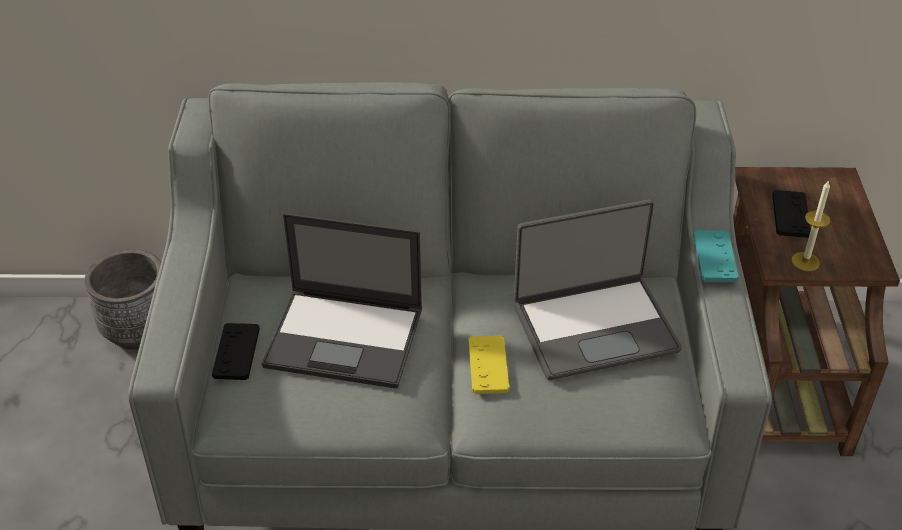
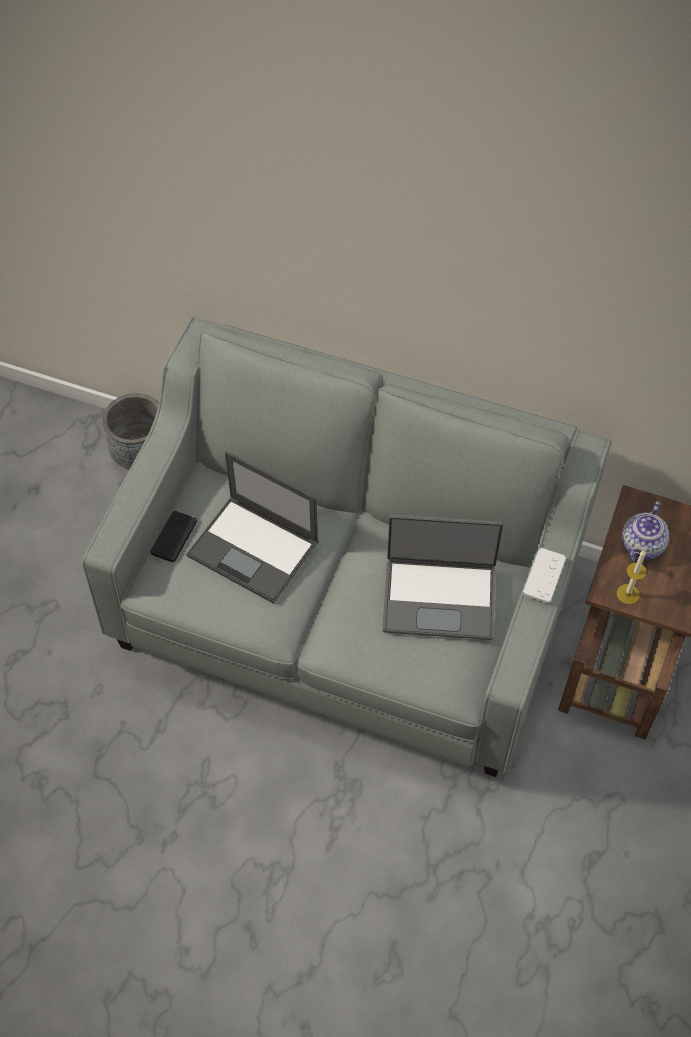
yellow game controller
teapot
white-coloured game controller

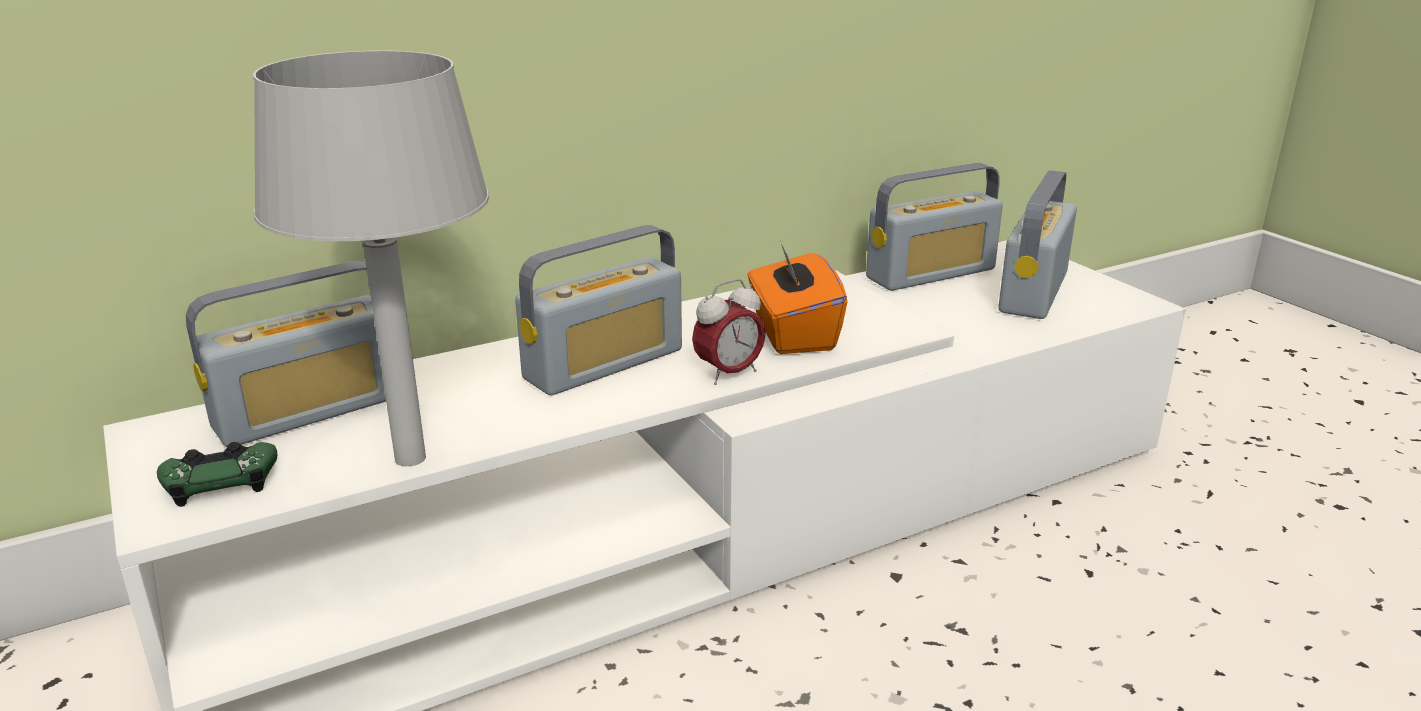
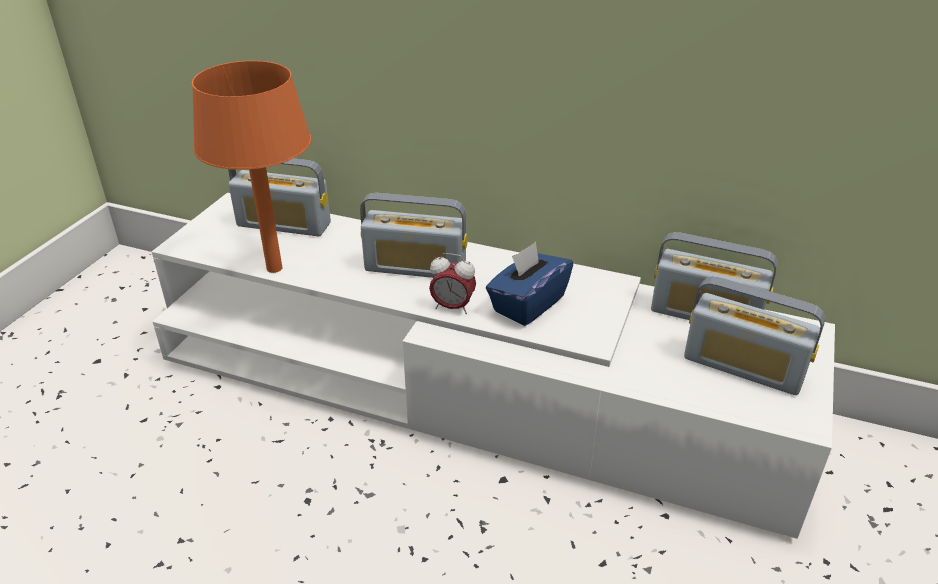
green game controller
orangey tabletop lamp
blue-coloured tissue holder
radio receiver (no. 4 from left)

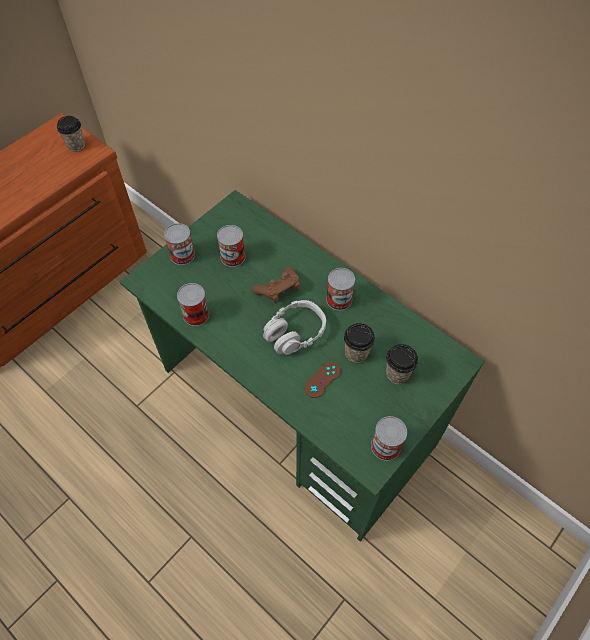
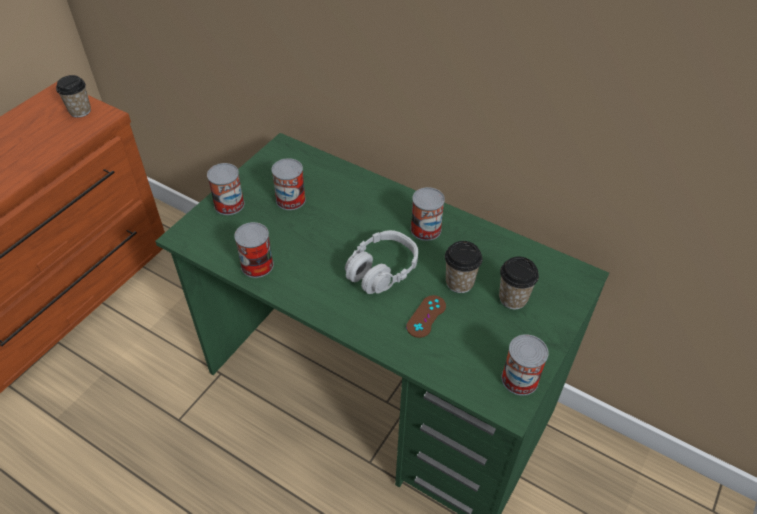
brownish game controller (no. 1 from left in the first image)

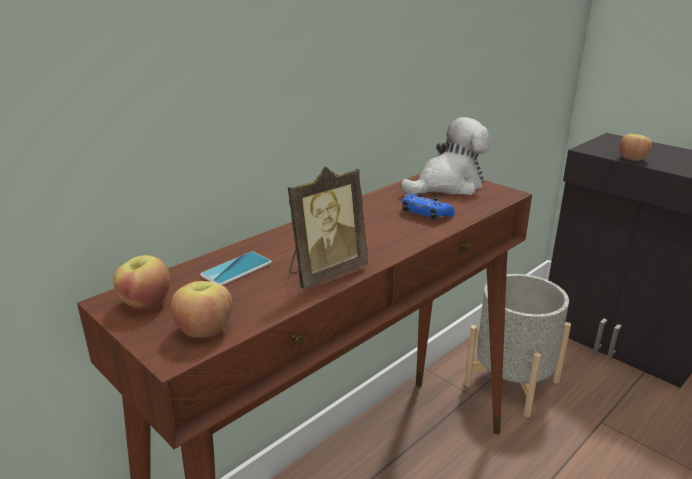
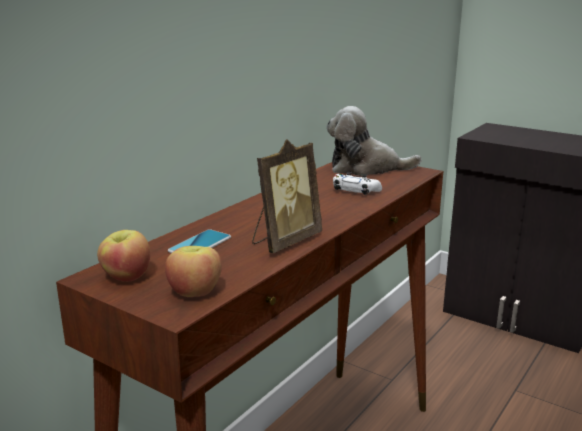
greyish plant pot
whole apple (no. 3 from left in the first image)
white-coloured game controller
cuddly toy

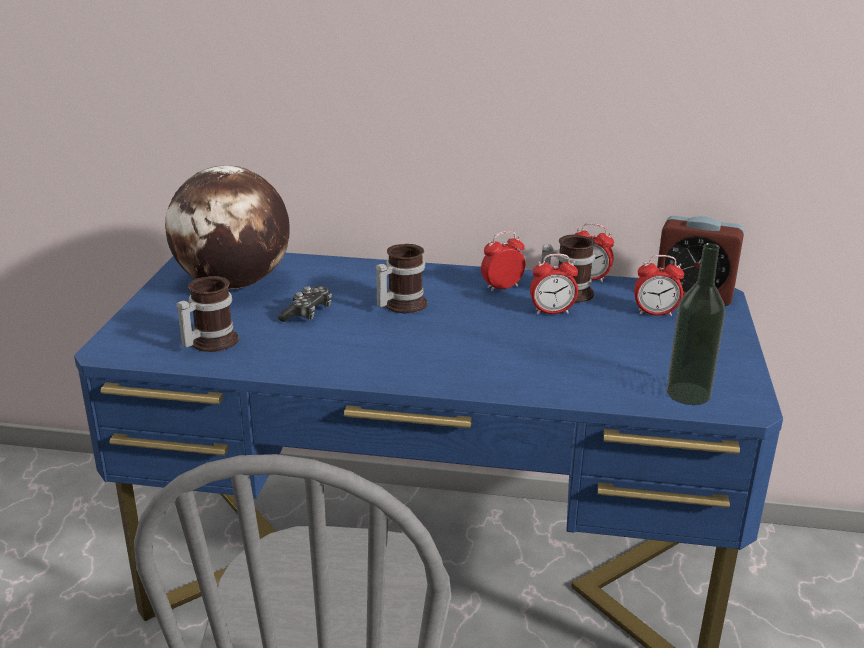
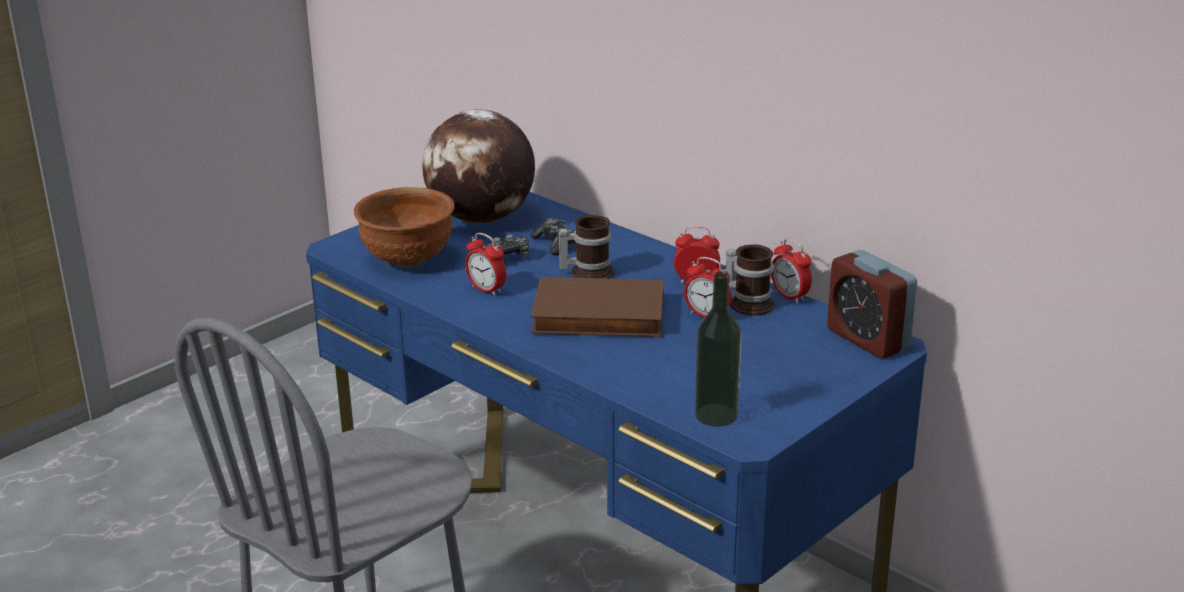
game controller (no. 2 from left)
brownish bound book
bedside clock (no. 1 from left)
brownish serving bowl

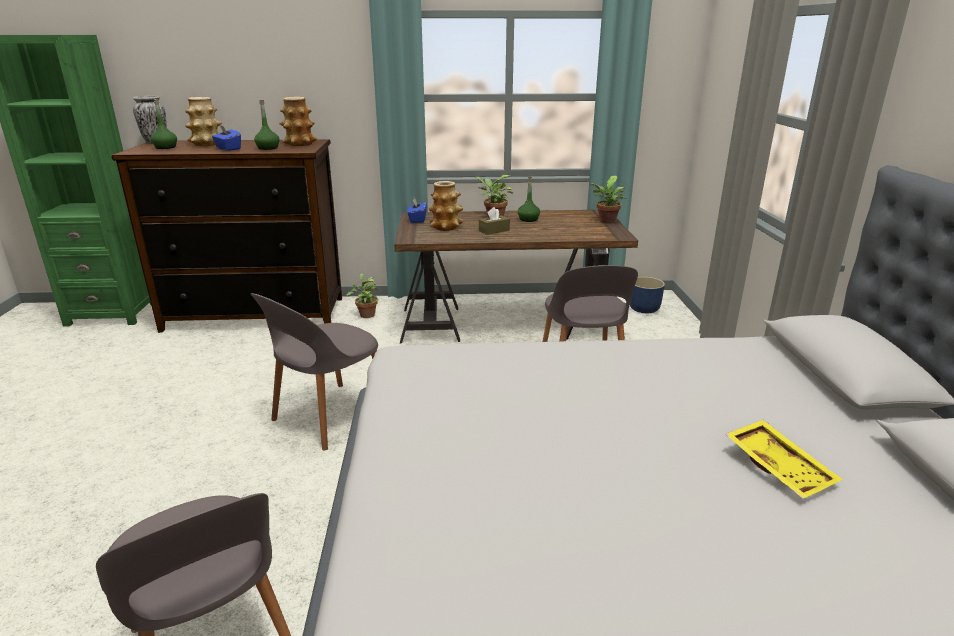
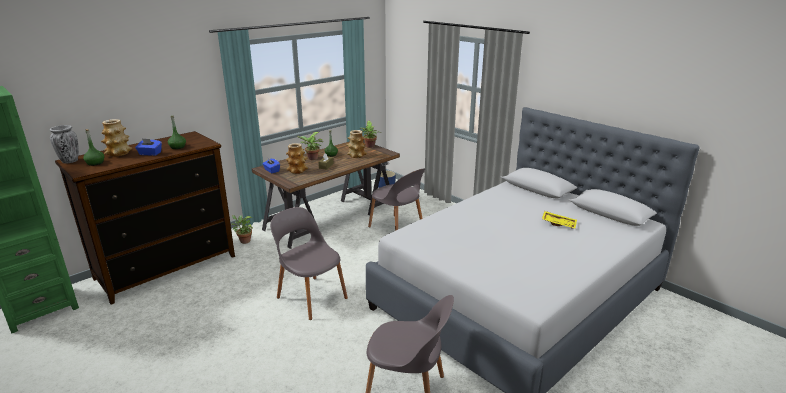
decorative vase (no. 4 from left)
greyish upright chair (no. 1 from left)

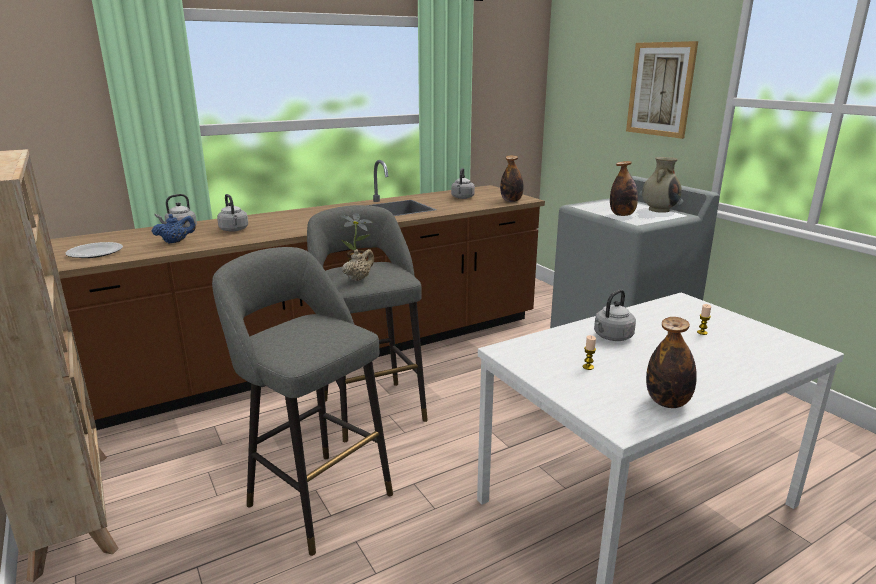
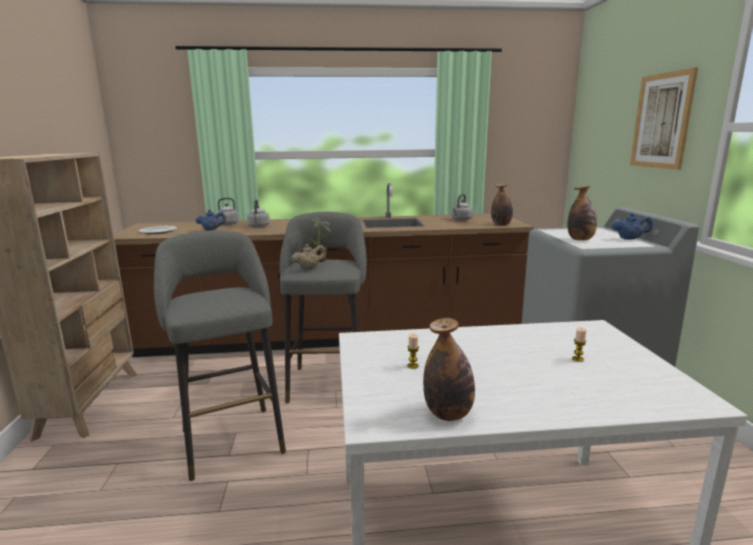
greyish tea kettle (no. 4 from left in the first image)
blue-coloured teapot (no. 2 from left)

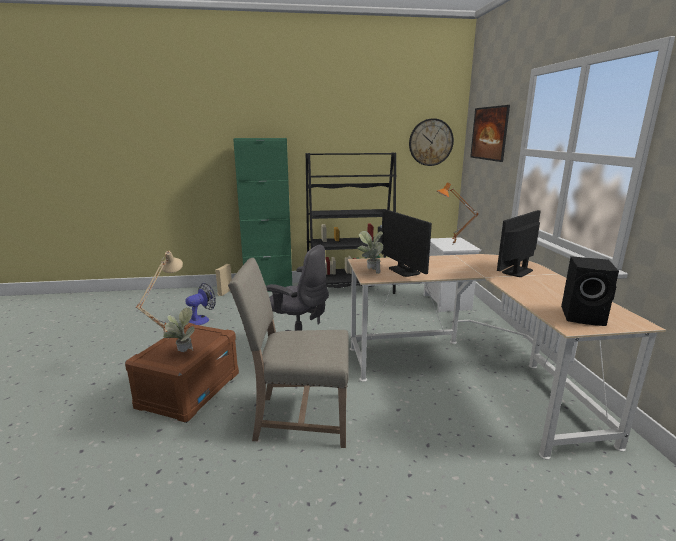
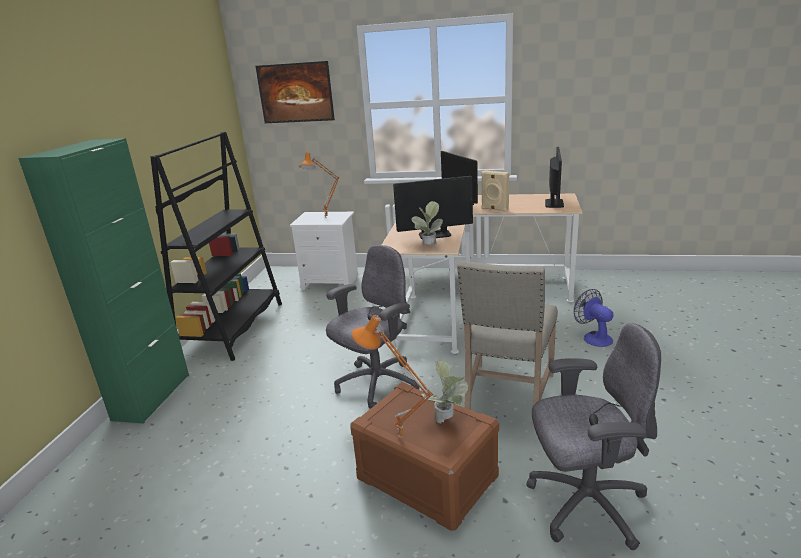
clock on the wall
greyish office chair (no. 2 from left)
electric fan
beige-coloured speaker
computer screen (no. 3 from left)
orangey tabletop lamp (no. 2 from left)

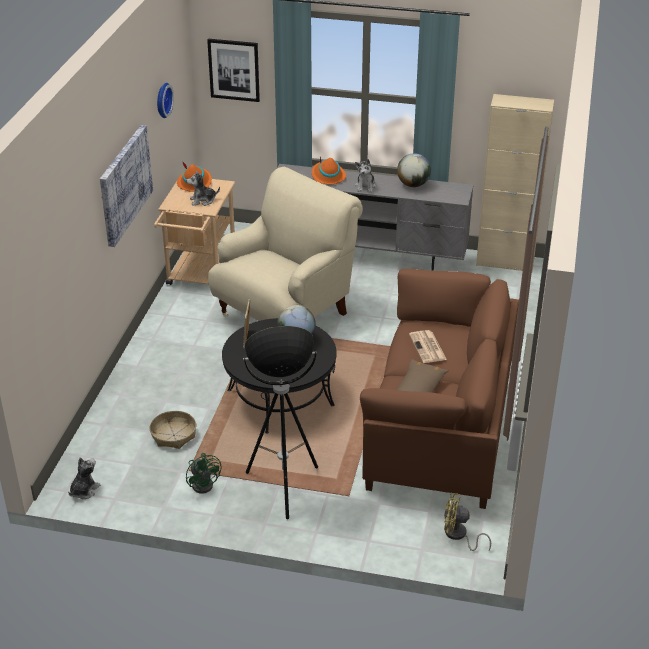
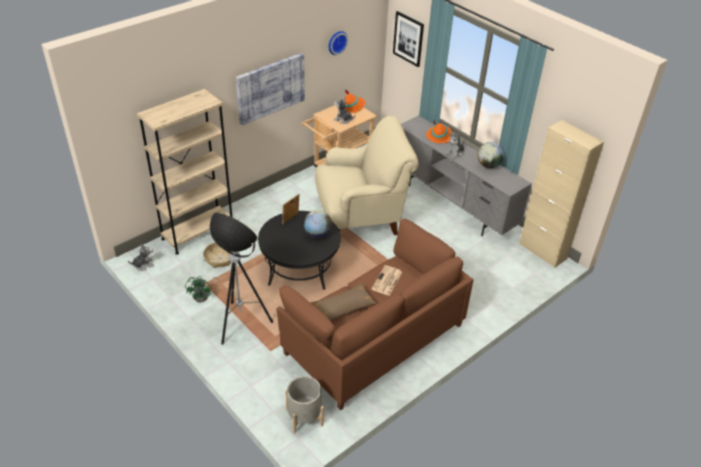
beige-coloured bookshelf
greyish plant pot

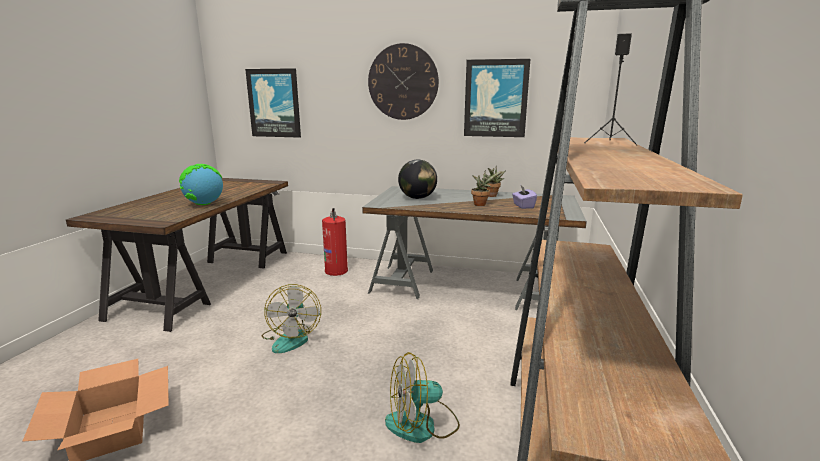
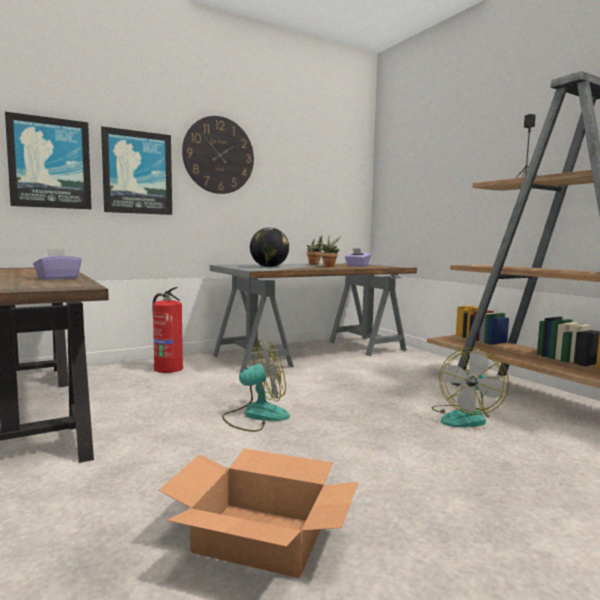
wall picture (no. 2 from left)
purple-coloured tissue holder (no. 1 from left)
electric fan (no. 1 from left)

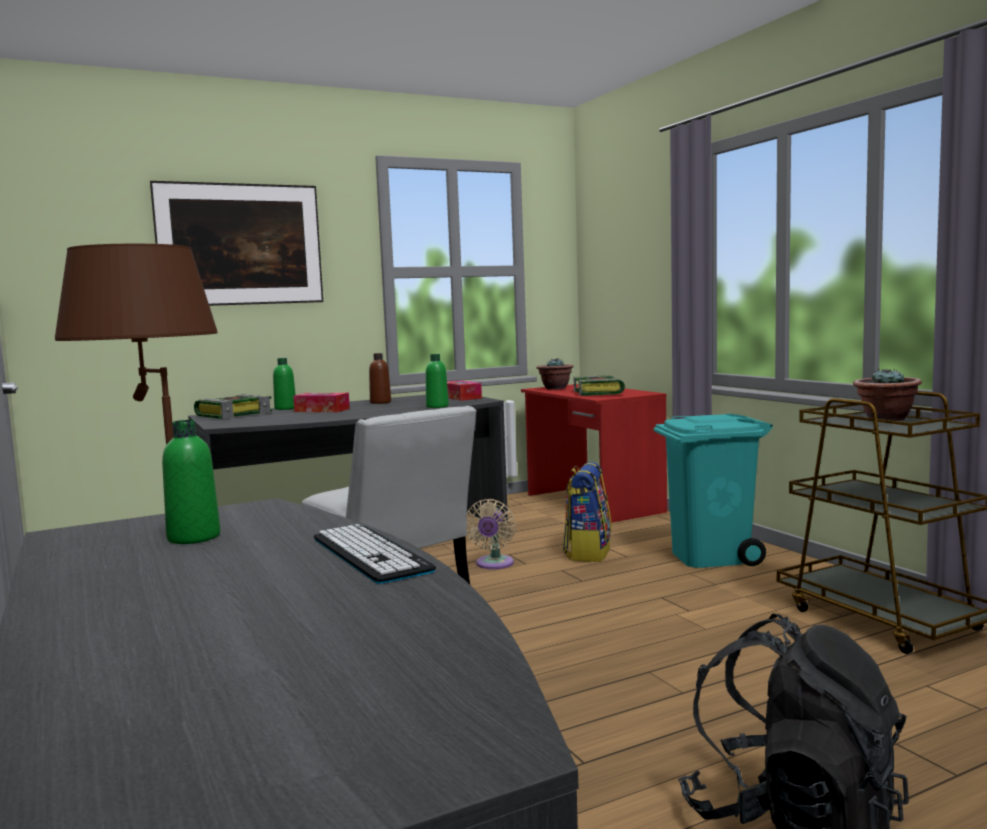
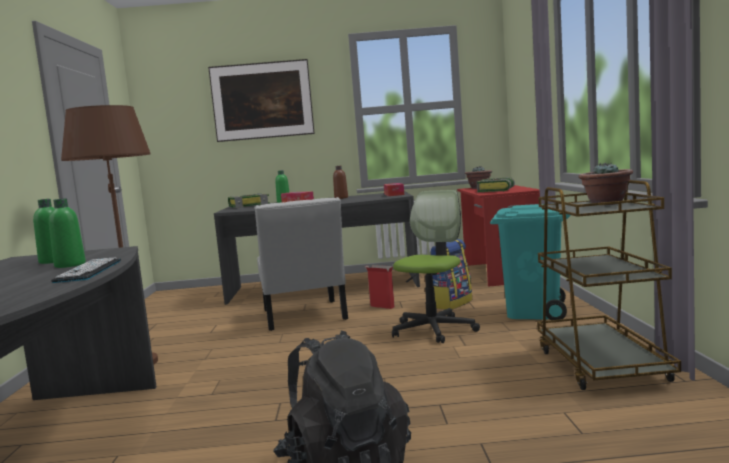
office chair
green beverage bottle (no. 2 from left)
cardboard box

